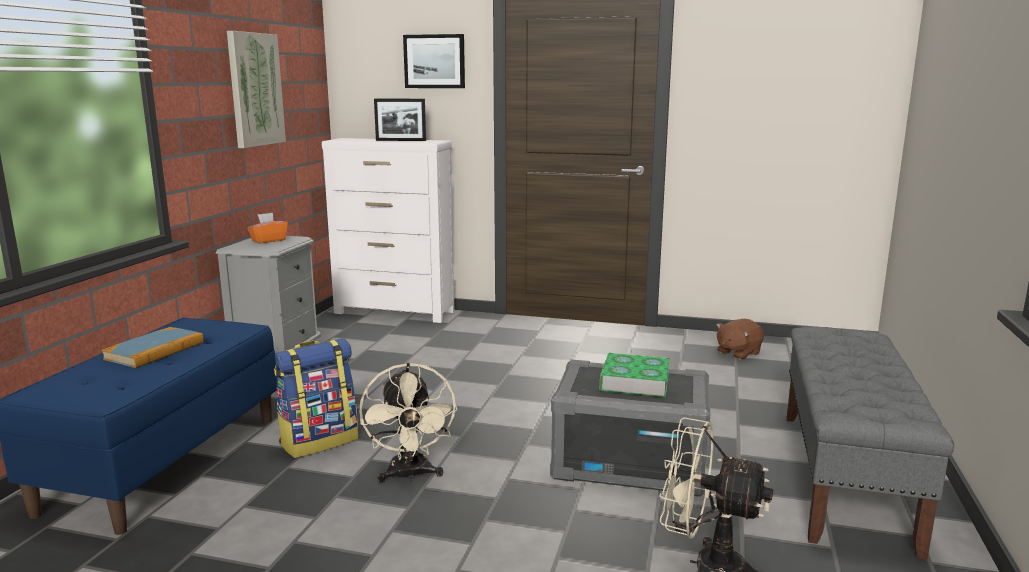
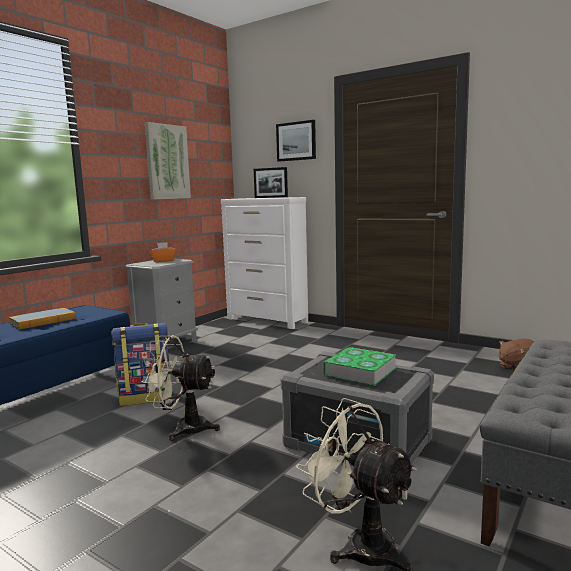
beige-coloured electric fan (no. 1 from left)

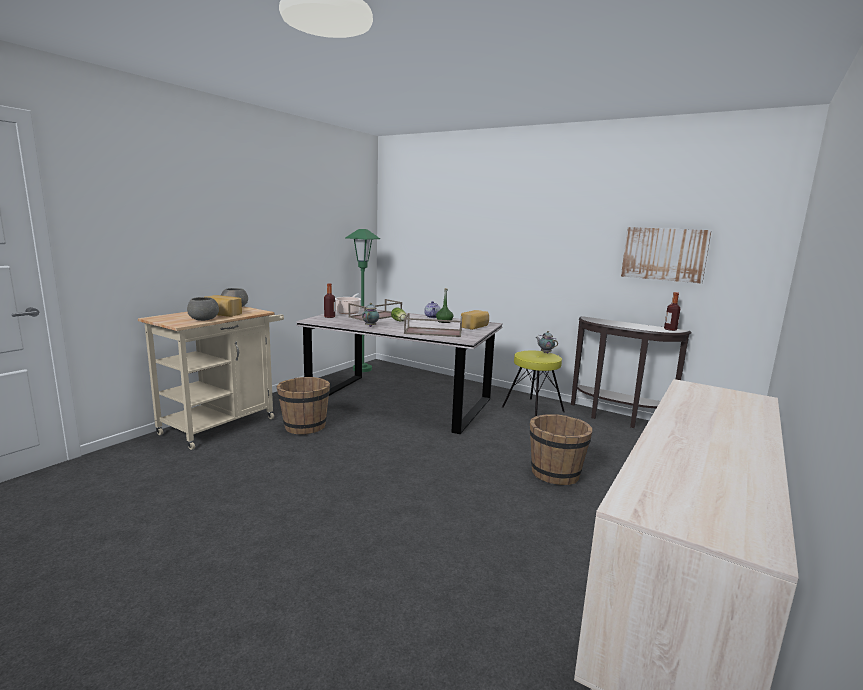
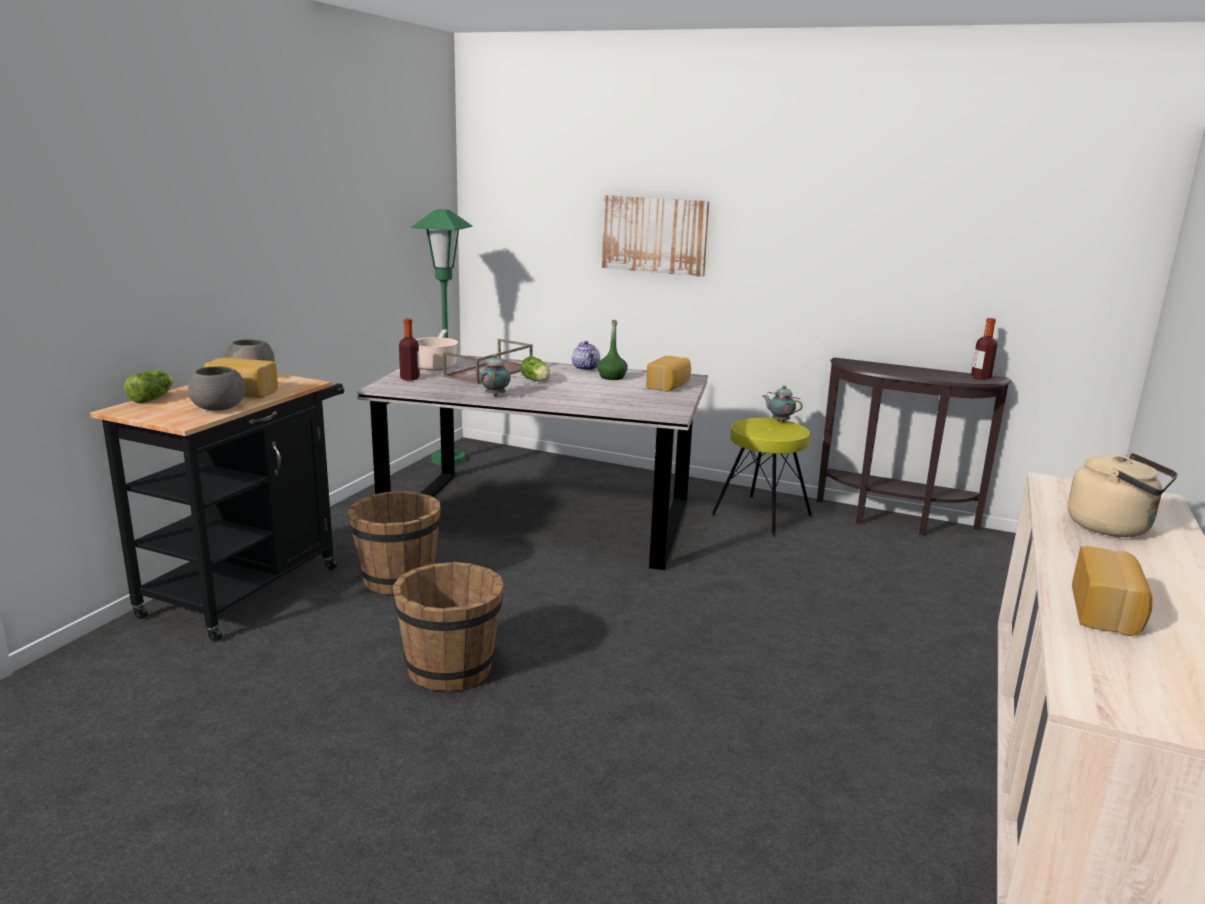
brownish tray (no. 2 from left in the first image)
lettuce head (no. 1 from left)
beige-coloured tea kettle
bakery bread (no. 3 from left)
brownish water bucket (no. 2 from left)
wall picture
black cart

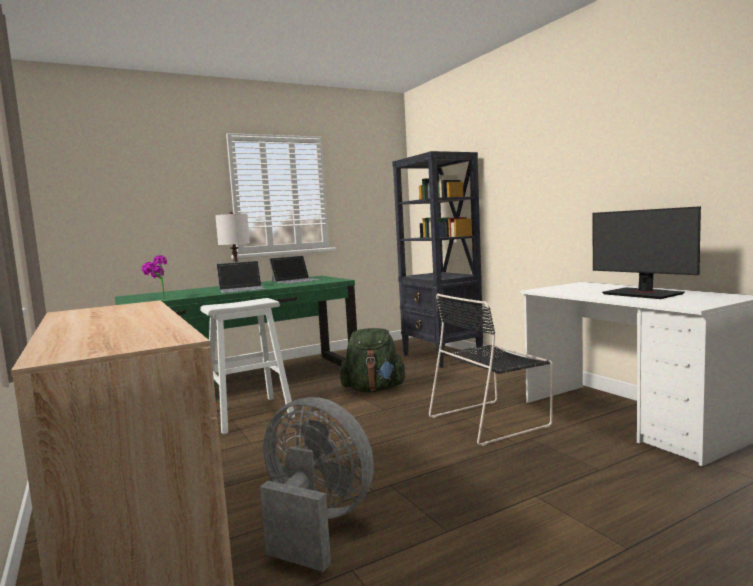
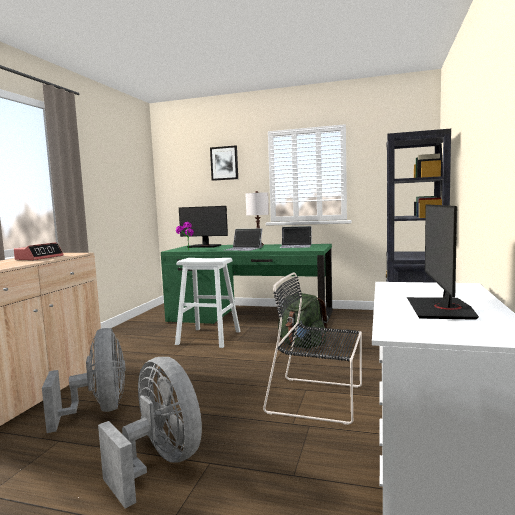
bedside clock
greyish electric fan (no. 2 from left)
computer screen (no. 1 from left)
wall picture

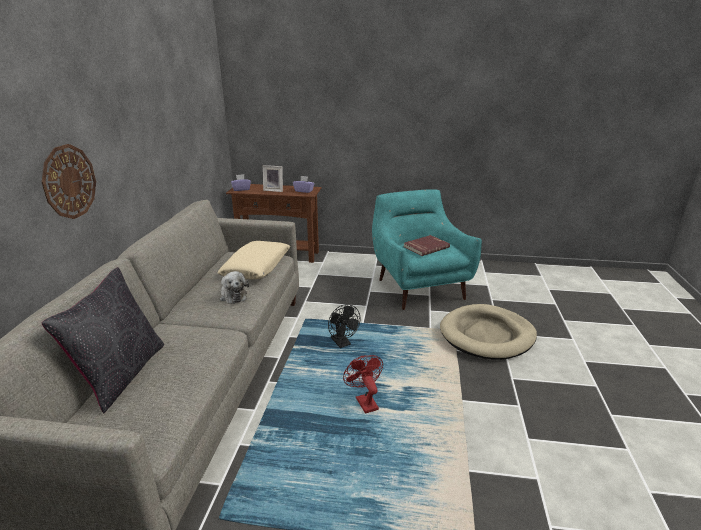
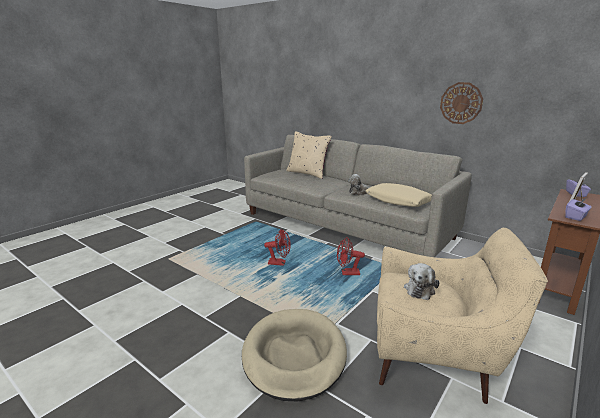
clock on the wall
cuddly toy (no. 2 from left)
beige-coloured cushion (no. 1 from left)
reddish electric fan (no. 2 from left)
beige-coloured armchair

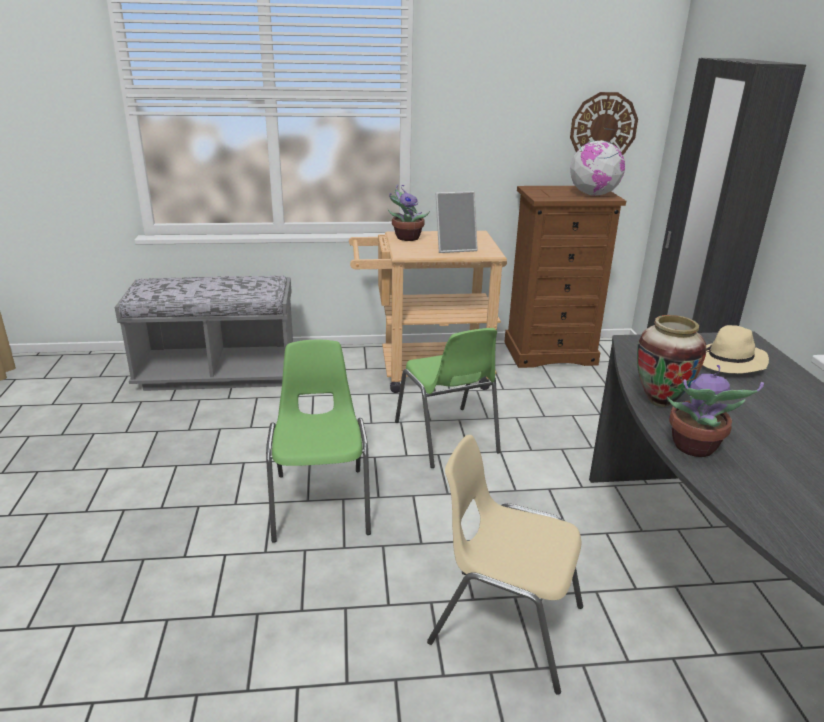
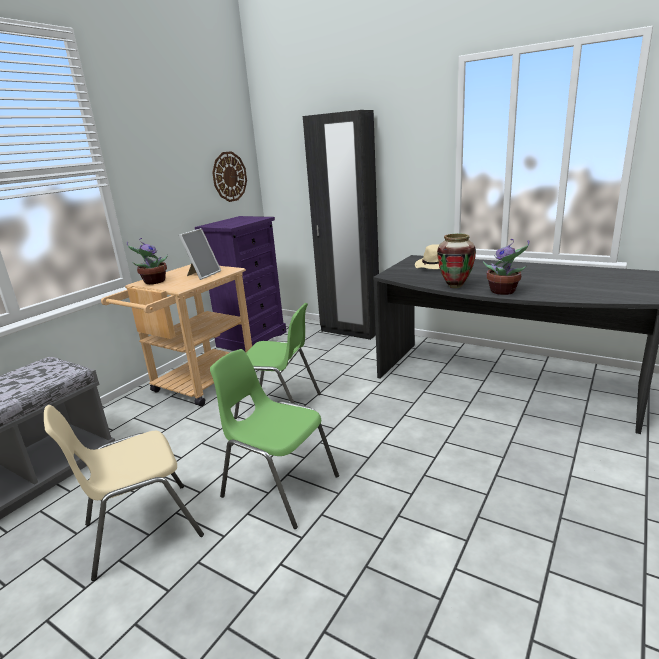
globe
beige-coloured upright chair
purple-coloured chest of drawers

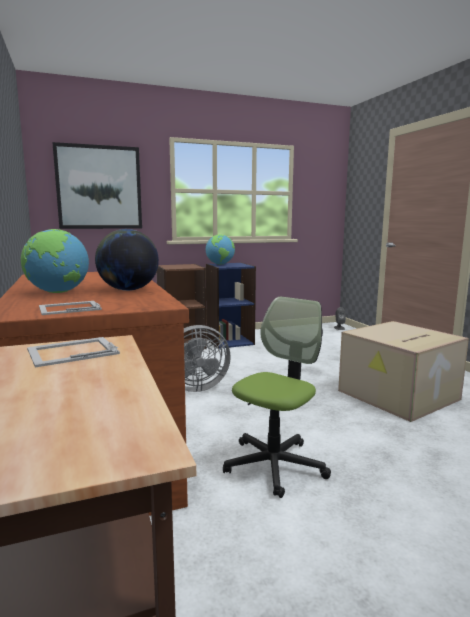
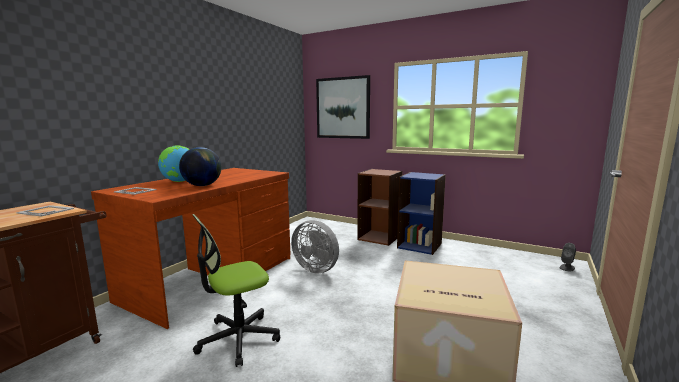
globe (no. 3 from left in the first image)
office chair

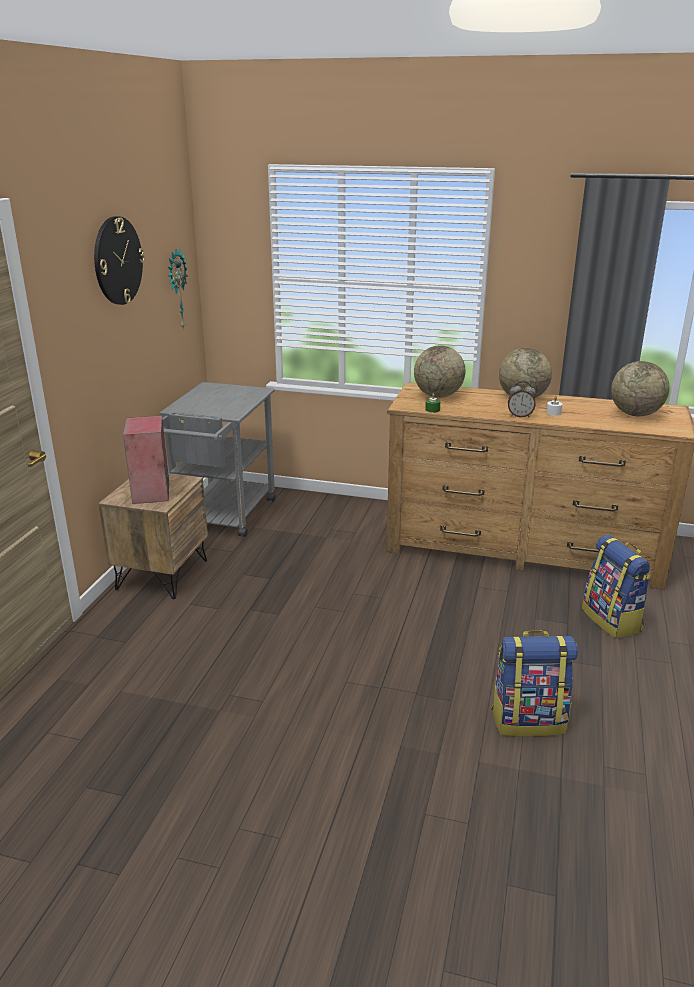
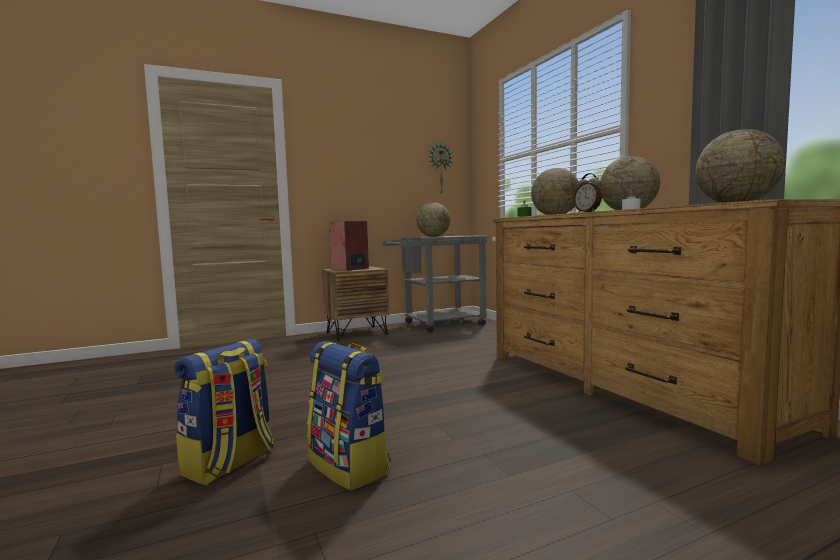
clock on the wall (no. 1 from left in the first image)
globe (no. 1 from left)
rucksack (no. 1 from left)

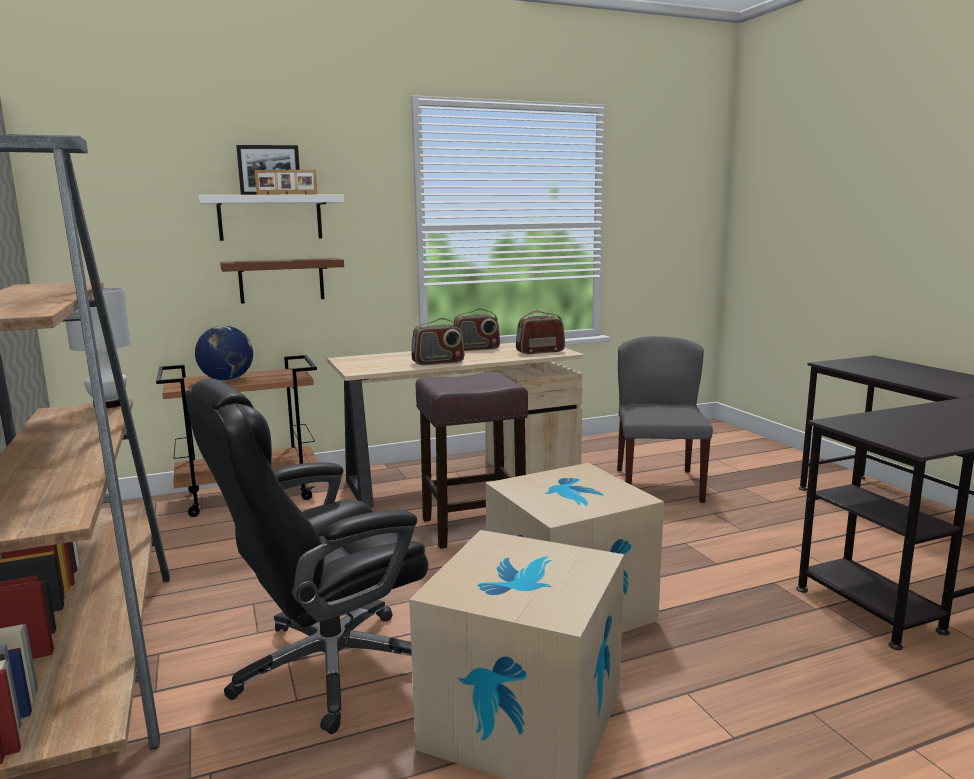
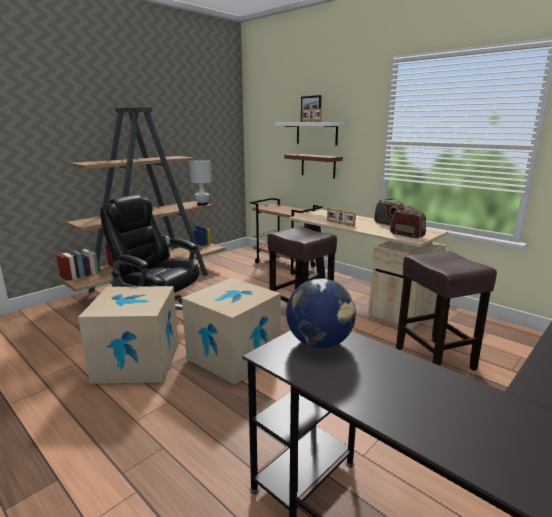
globe
picture frame (no. 3 from left)
brownish stool (no. 2 from left)

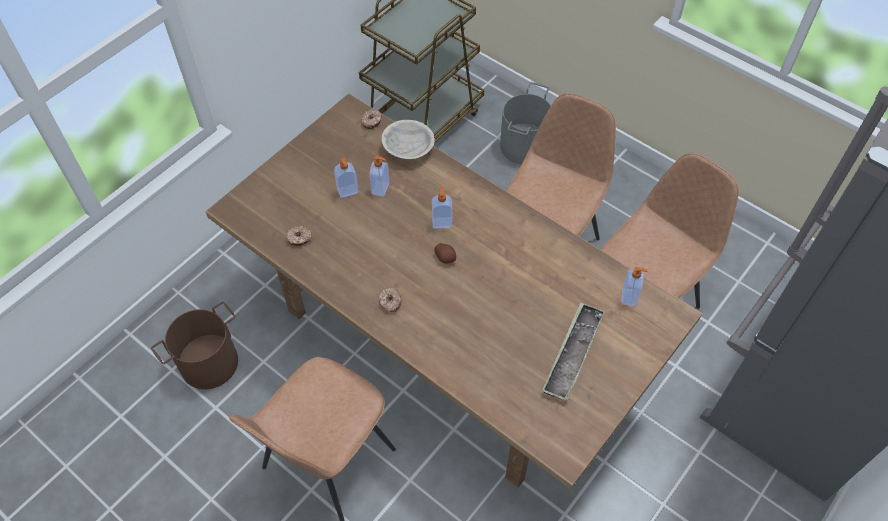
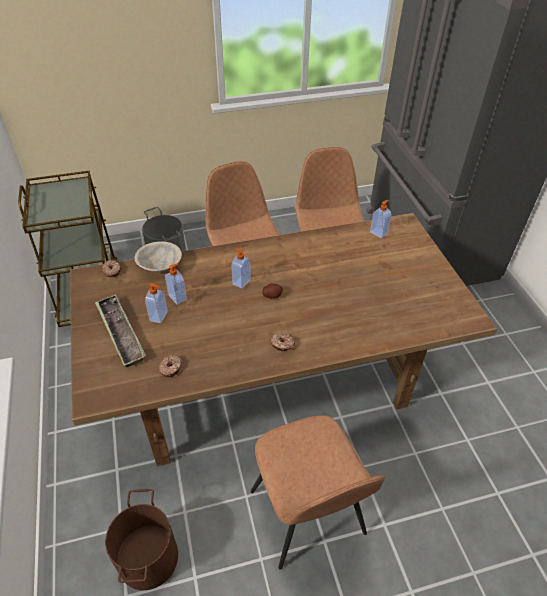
tray

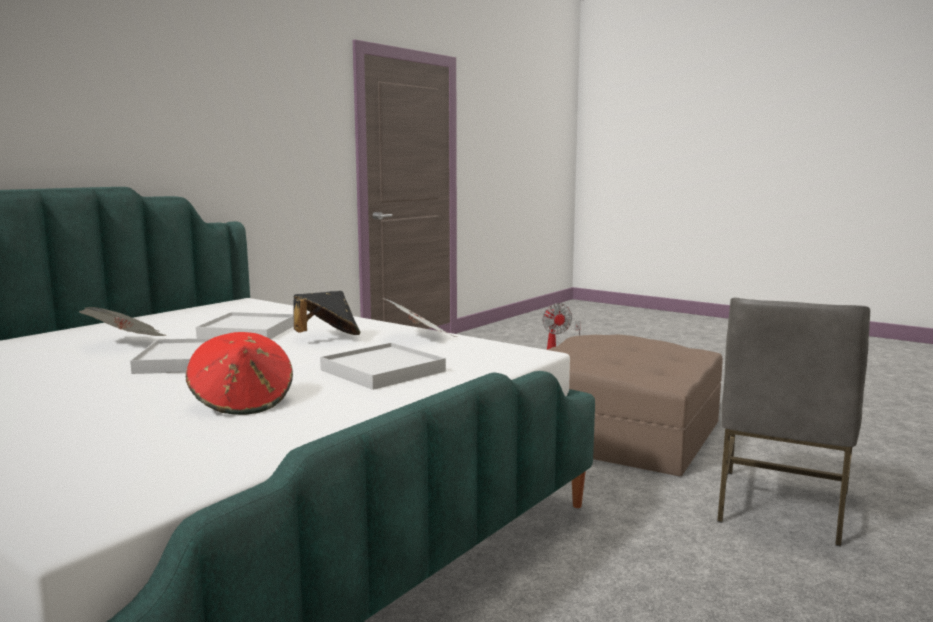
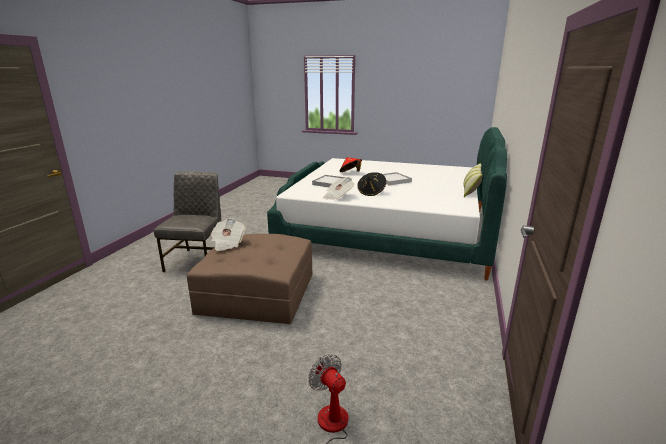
white-coloured tray (no. 2 from left in the first image)
cushion
newspaper (no. 1 from left)

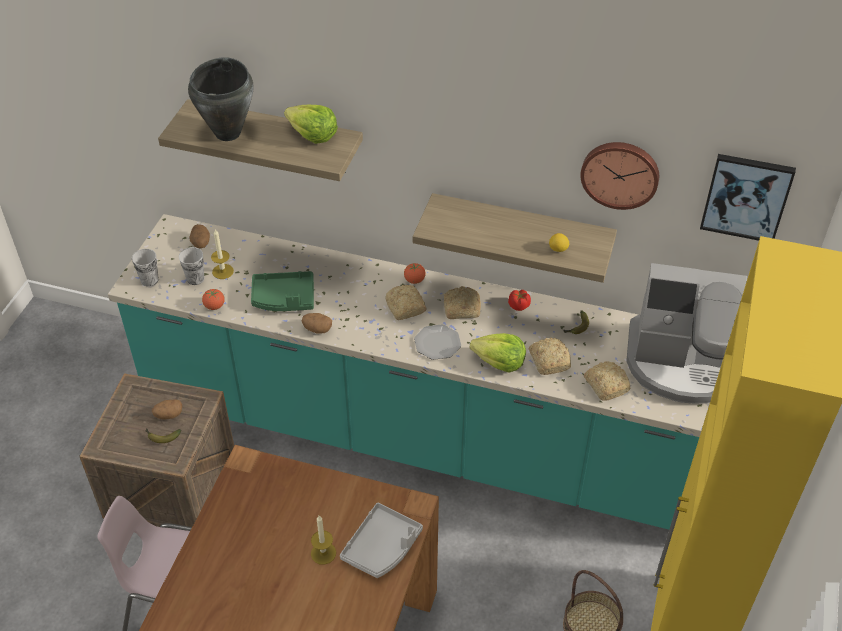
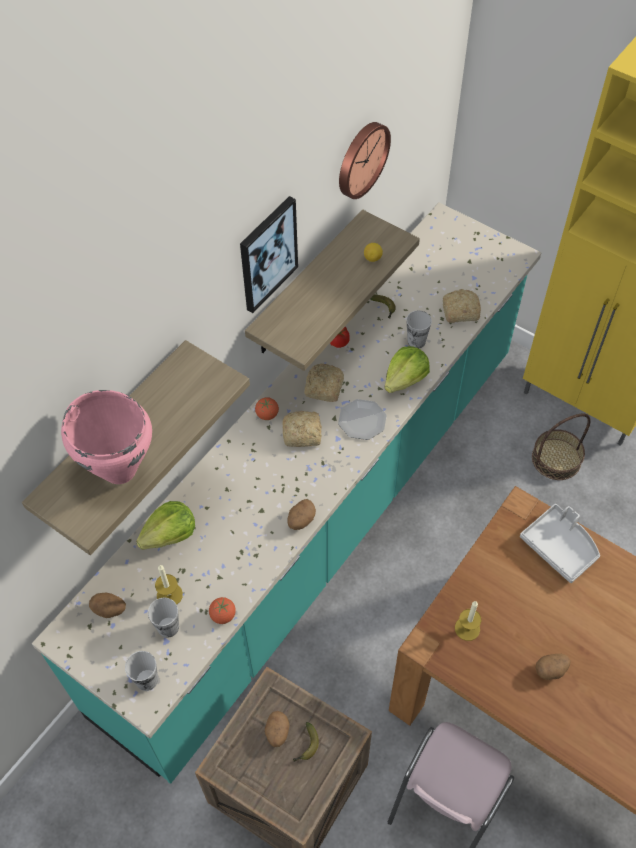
green tray
coffee machine
spud (no. 4 from left)
lettuce head (no. 1 from left)
candle (no. 2 from left)
wall picture
small cup (no. 3 from left)
pinkish saucepot

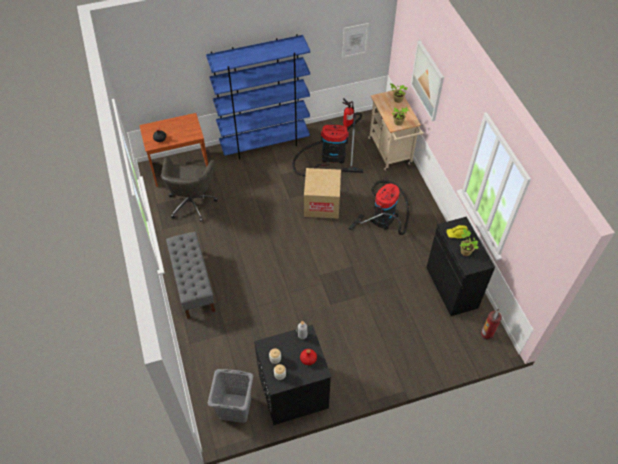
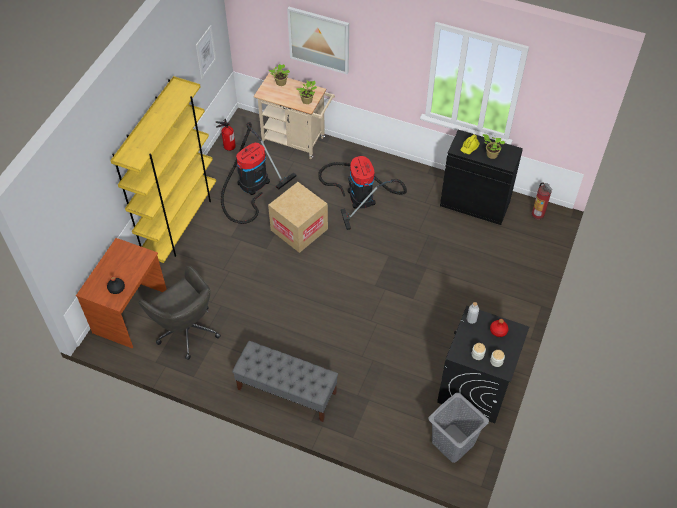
yellow bookshelf

